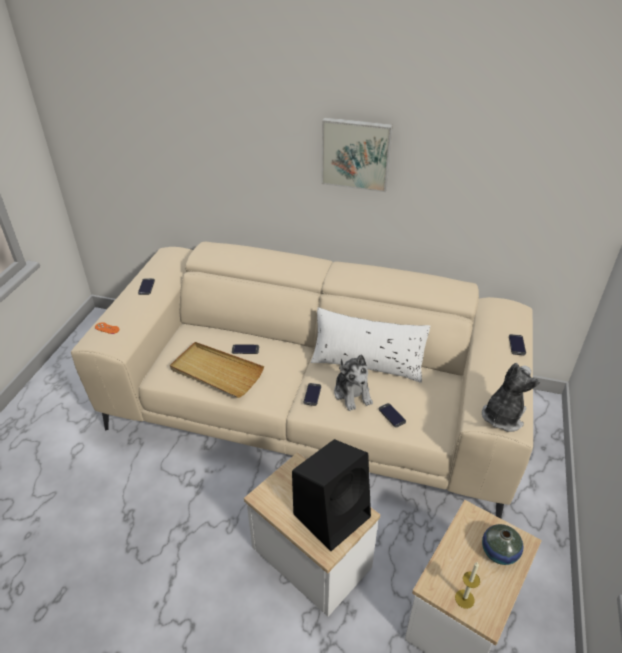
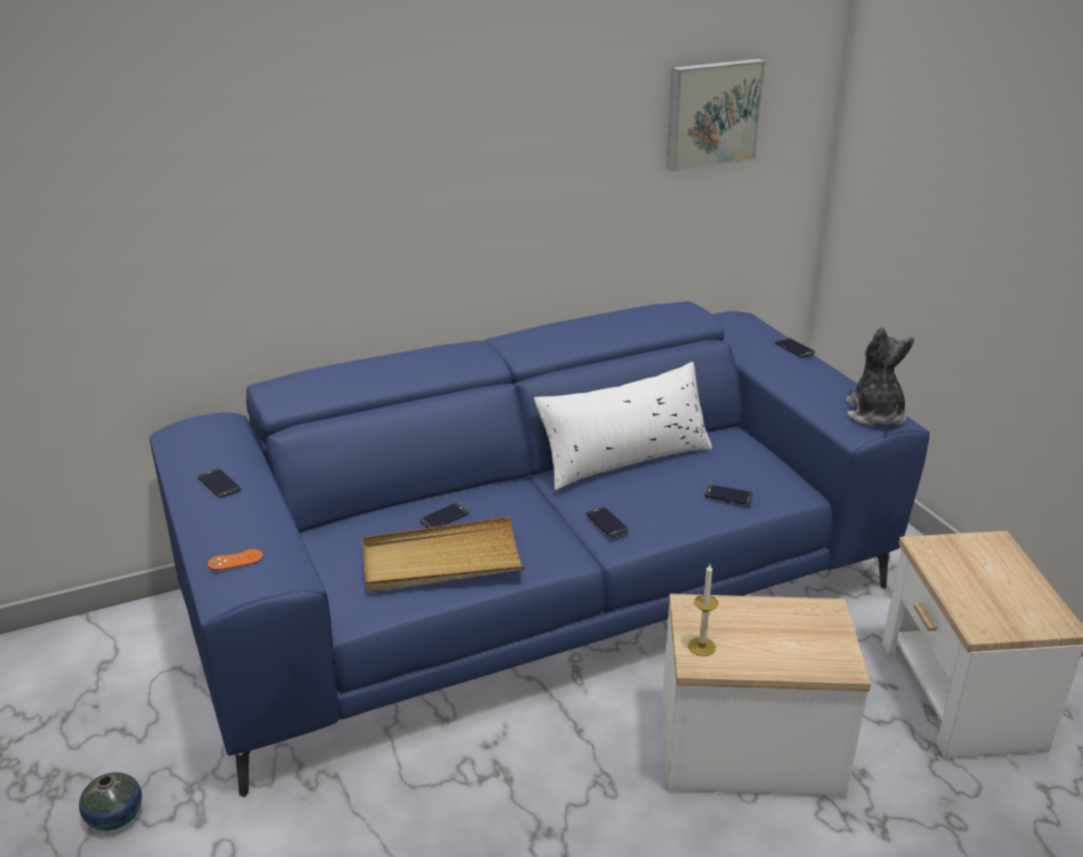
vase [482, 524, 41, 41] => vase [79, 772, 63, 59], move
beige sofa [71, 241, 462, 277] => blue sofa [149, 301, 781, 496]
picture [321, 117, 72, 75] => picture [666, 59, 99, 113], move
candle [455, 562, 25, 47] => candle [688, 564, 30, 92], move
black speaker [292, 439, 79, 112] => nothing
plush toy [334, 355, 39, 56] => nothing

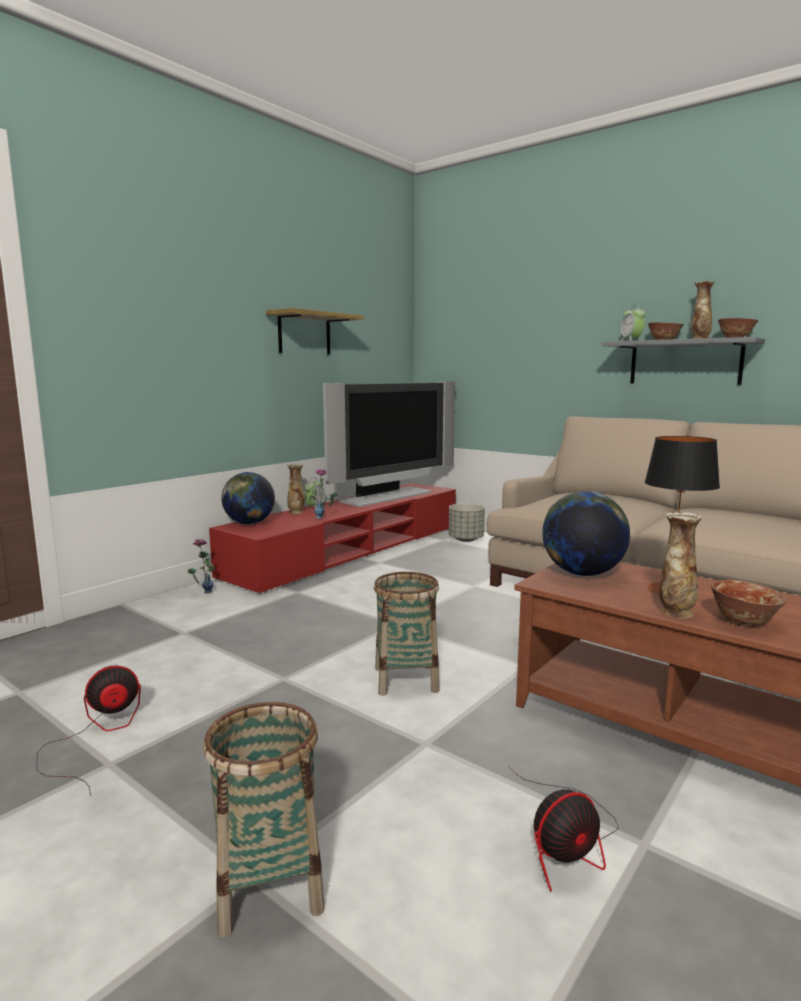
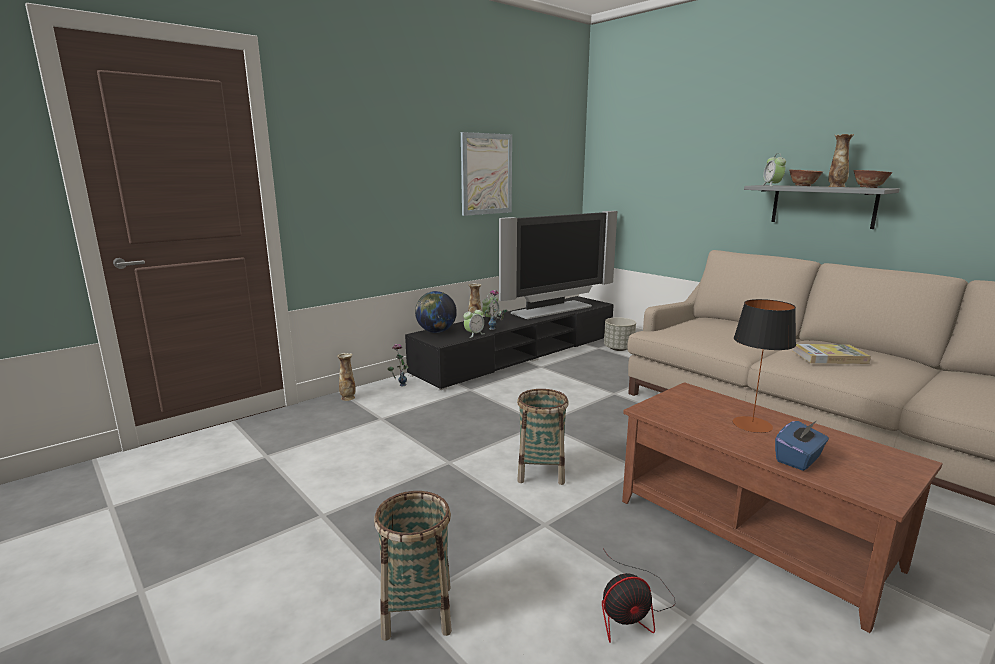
vase [659, 512, 43, 106] => vase [337, 353, 19, 48], move
red tv stand [209, 483, 247, 113] => black tv stand [405, 296, 209, 95]
shelf [266, 308, 98, 46] => picture [461, 132, 51, 84]
nothing => alarm clock [464, 307, 20, 31]
bowl [711, 580, 75, 47] => blue tissue box [775, 421, 54, 50]
nothing => book [793, 344, 78, 20]
fan [36, 665, 105, 131] => nothing
globe [542, 491, 88, 85] => nothing

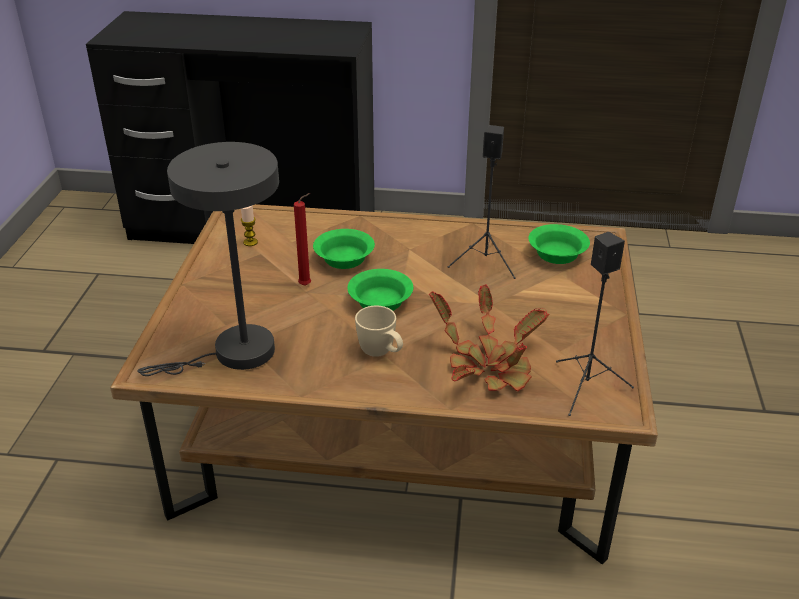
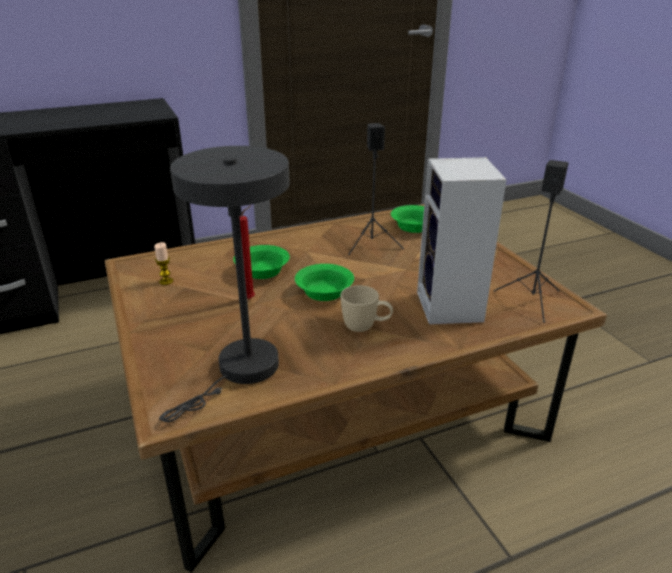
potted plant [429, 284, 121, 108] => speaker [417, 157, 90, 168]

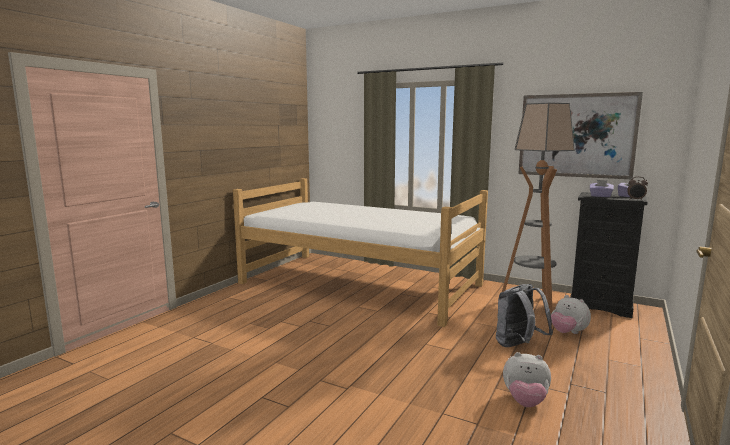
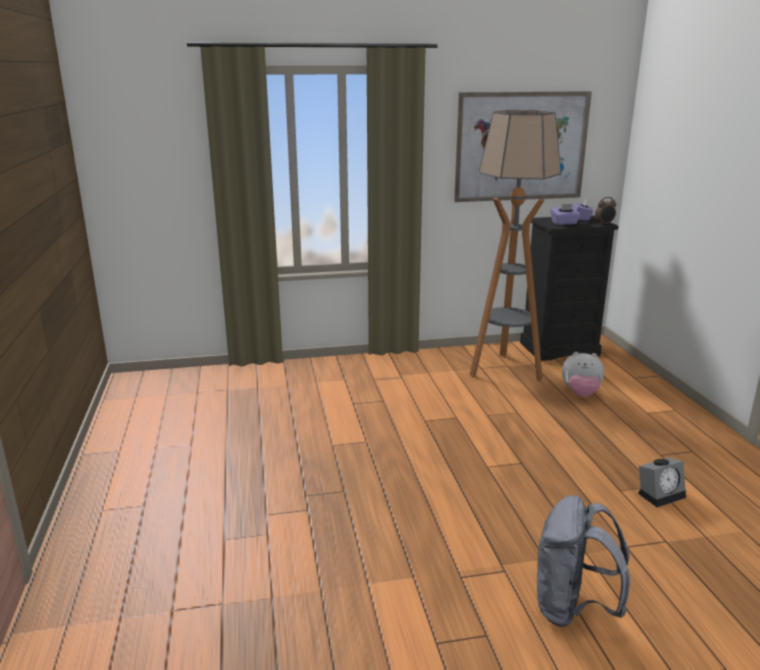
grey backpack [496, 284, 57, 63] => grey backpack [537, 495, 93, 132], move
plush toy [503, 352, 48, 55] => alarm clock [638, 458, 48, 49]
bed [233, 178, 255, 149] => nothing

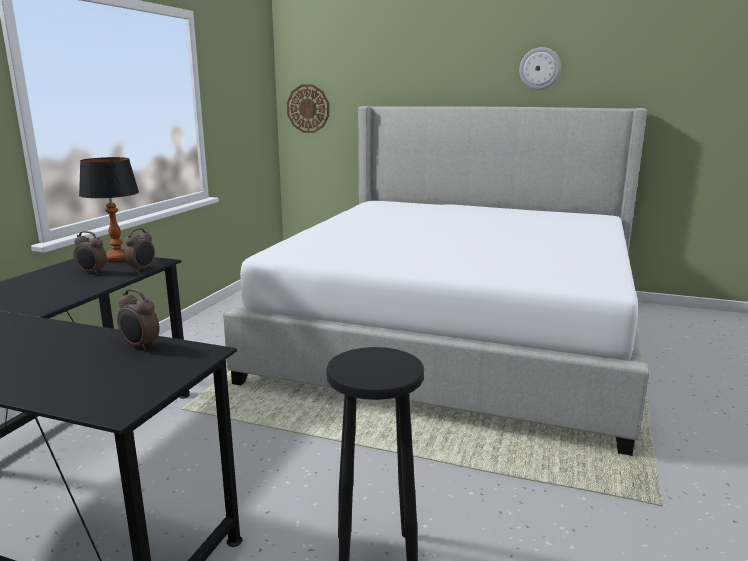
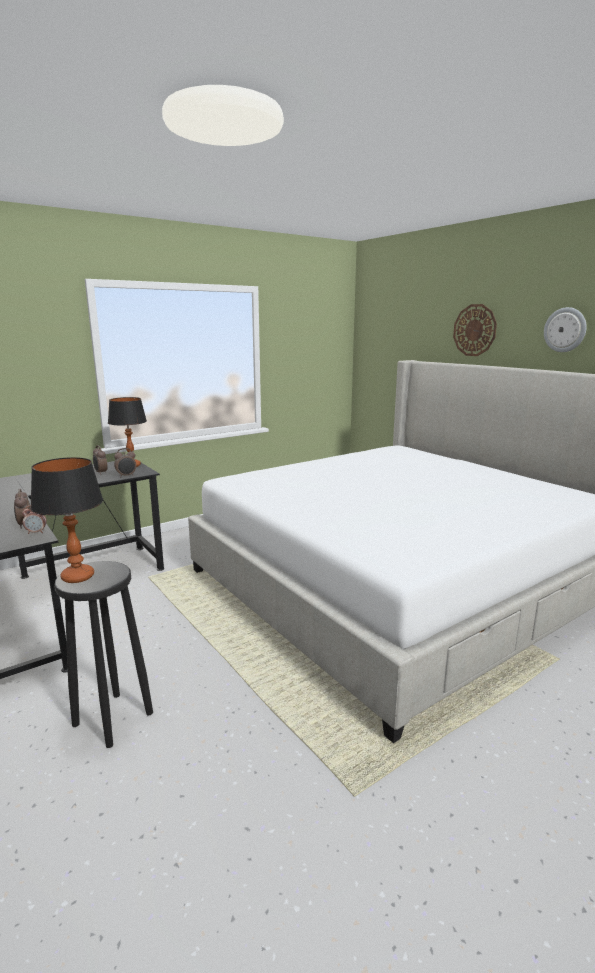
nothing => alarm clock [22, 505, 25, 29]
nothing => table lamp [30, 457, 73, 126]
wall clock [287, 85, 42, 48] => wall clock [453, 304, 44, 52], move

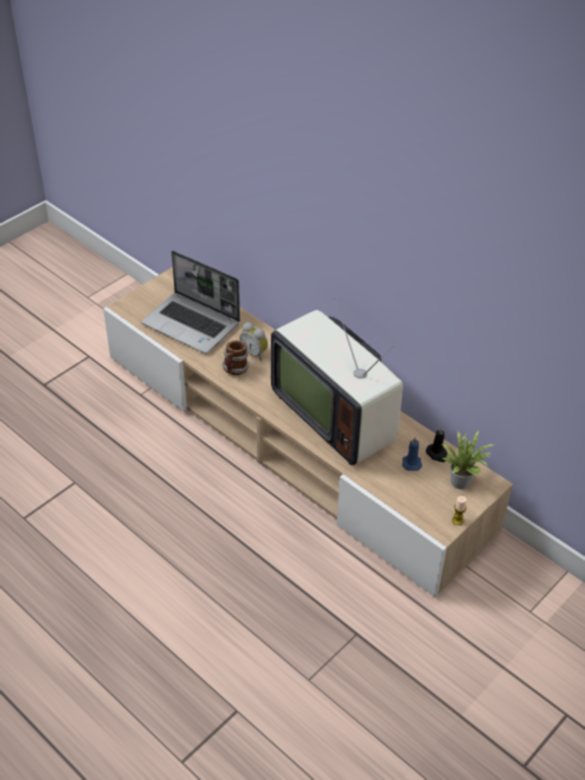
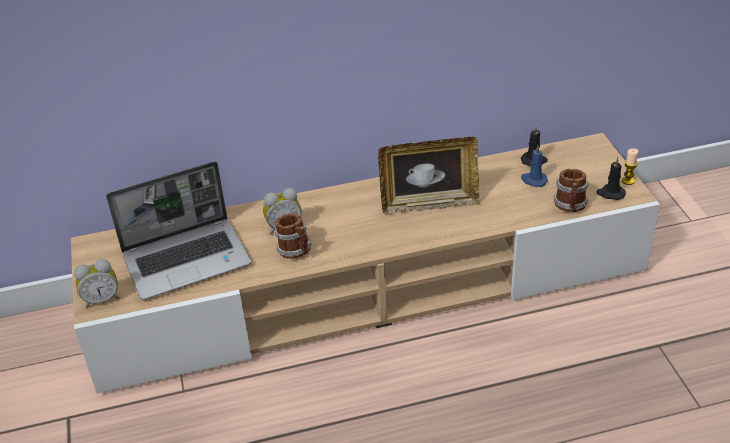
nothing => alarm clock [74, 259, 46, 49]
television [271, 298, 132, 167] => picture frame [378, 137, 101, 77]
nothing => mug [554, 169, 35, 43]
nothing => black candle [596, 157, 30, 43]
potted plant [442, 430, 54, 60] => nothing

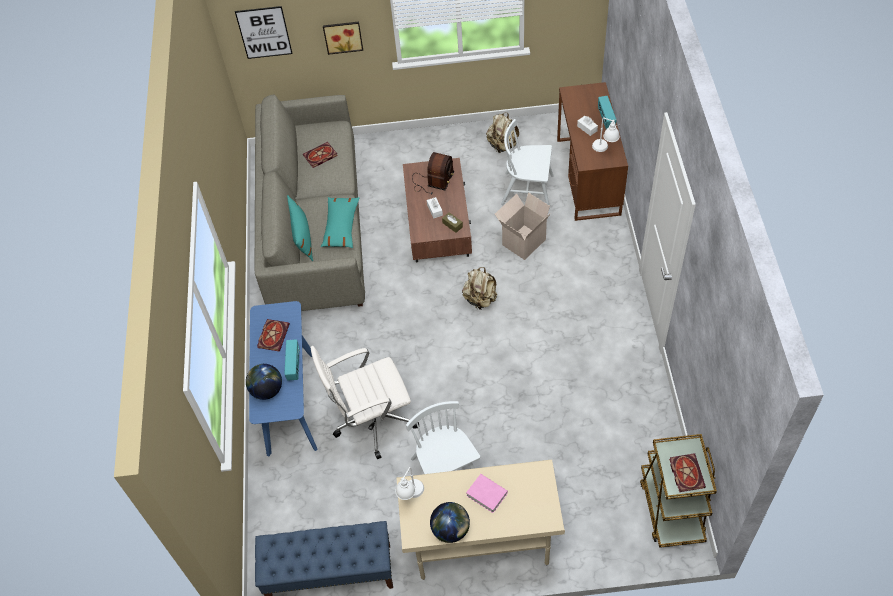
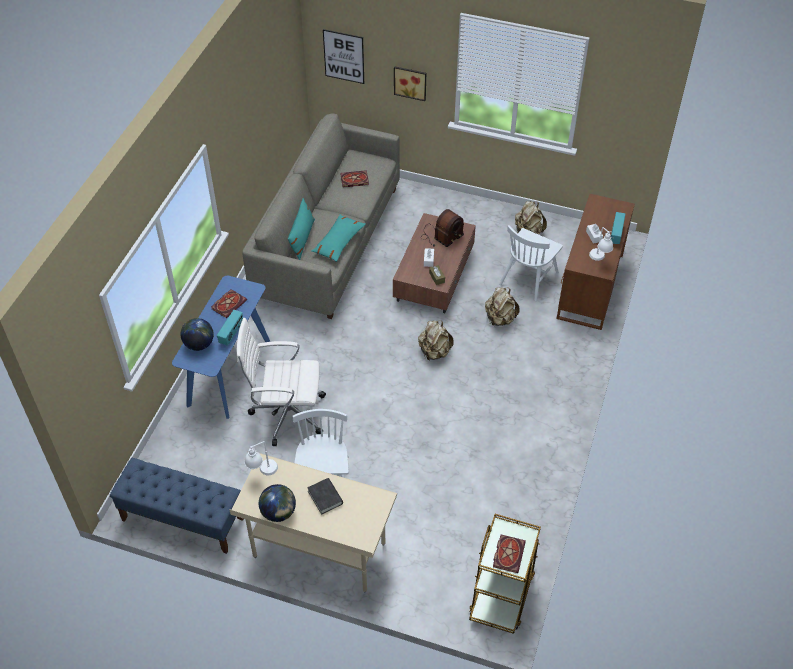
pink book [466, 474, 42, 39] => black book [307, 478, 36, 37]
cardboard box [495, 192, 56, 68] => beige backpack [485, 287, 34, 39]
white chair [501, 119, 53, 90] => white chair [499, 225, 64, 76], 90 degrees counterclockwise

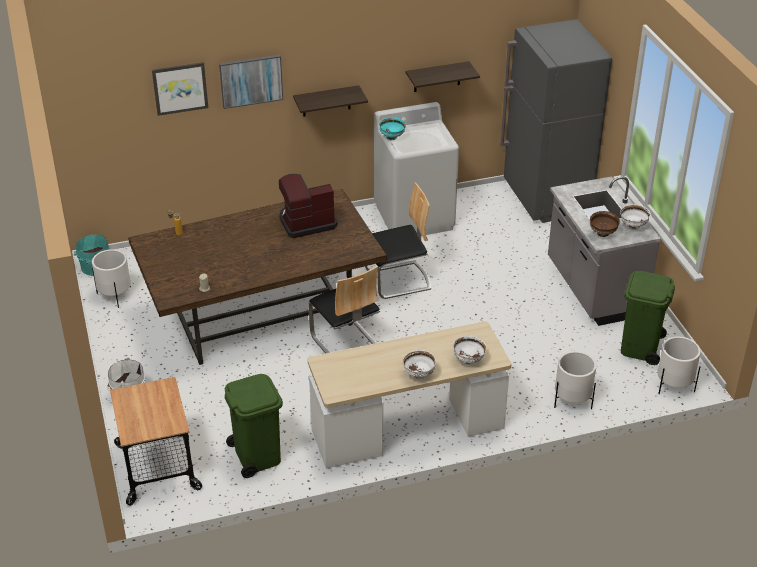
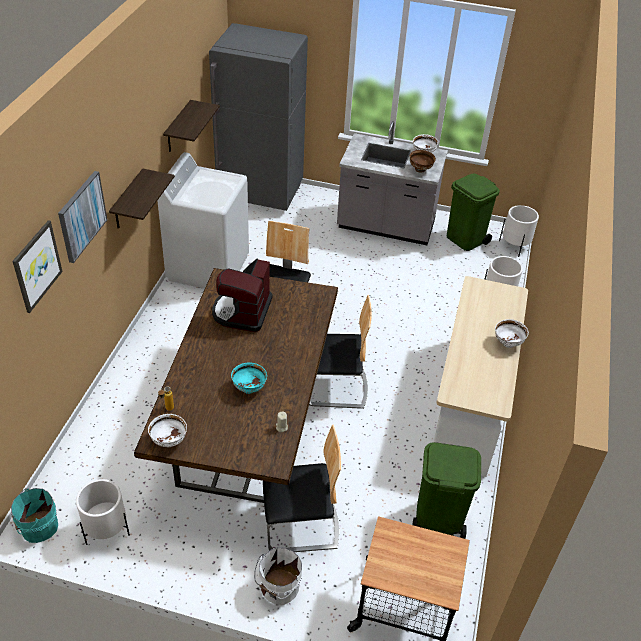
white bowl [453, 336, 33, 29] => white bowl [148, 414, 39, 33], move
turquoise bowl [379, 117, 27, 23] => turquoise bowl [231, 362, 36, 32], move
nothing => chair [263, 425, 78, 127]

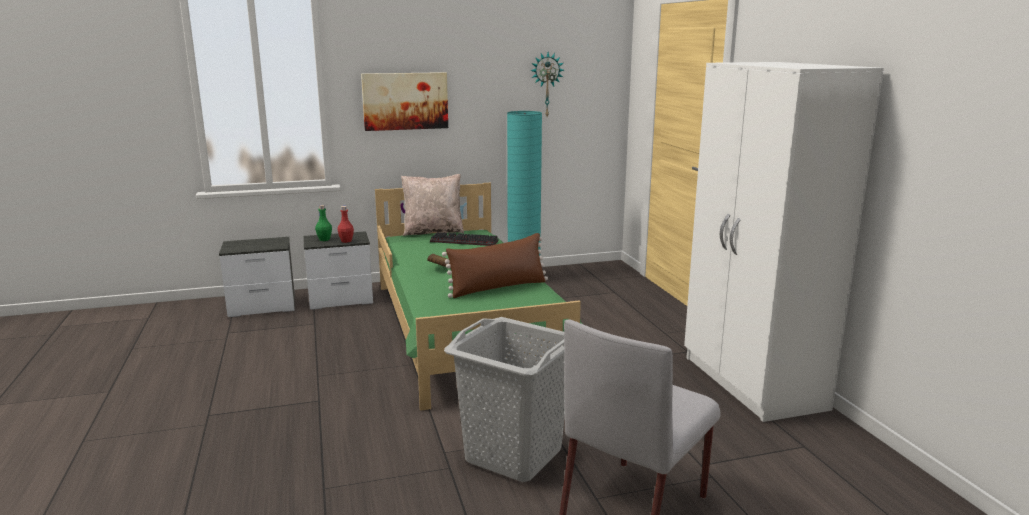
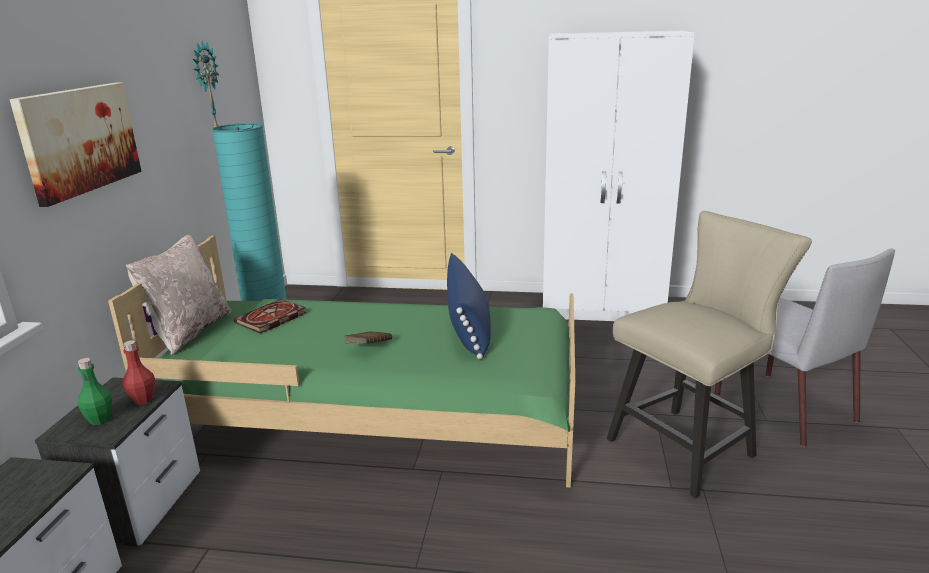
keyboard [430, 232, 69, 14] => book [234, 299, 72, 34]
brown pillow [442, 233, 106, 65] => blue pillow [447, 253, 44, 106]
grey laundry basket [444, 317, 121, 165] => beige chair [607, 211, 205, 287]

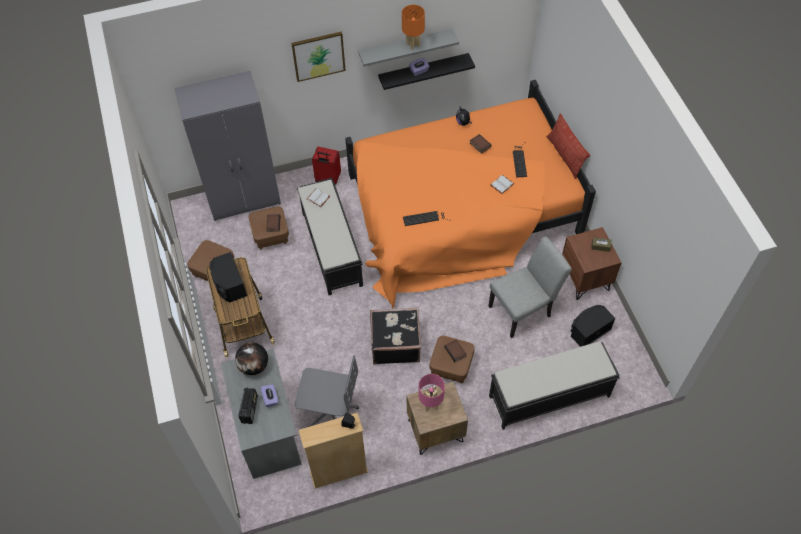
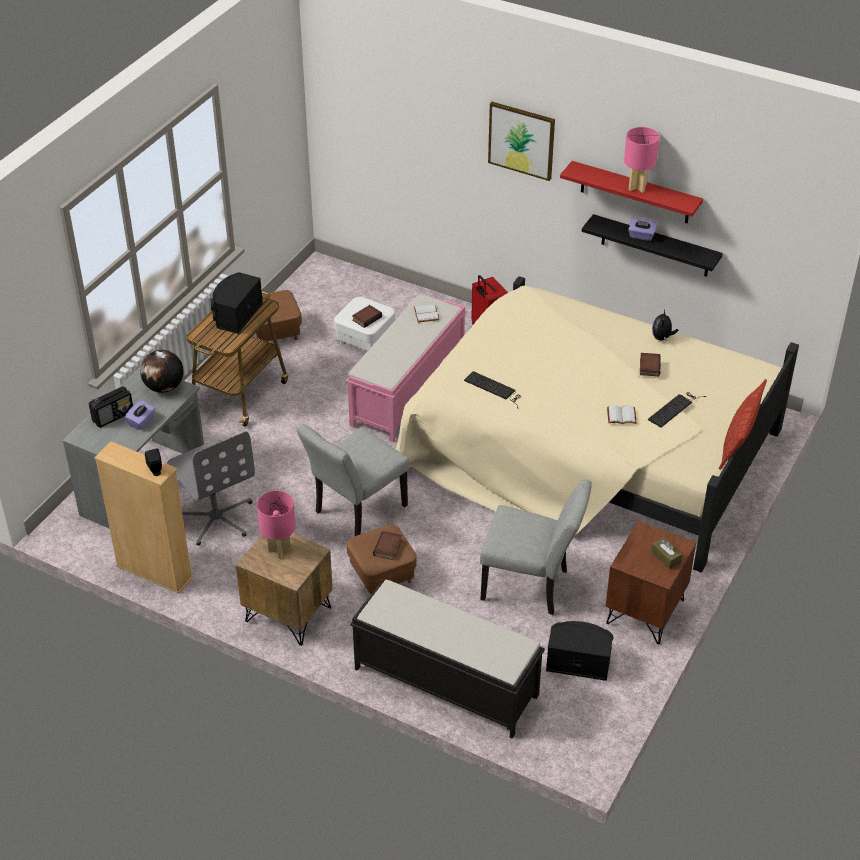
black suitcase [370, 307, 51, 57] => grey chair [297, 424, 112, 112]
brown ottoman [249, 206, 40, 44] => white ottoman [334, 297, 61, 54]
black bench [297, 178, 66, 117] => pink bench [346, 294, 121, 148]
orange bed [345, 80, 251, 228] => beige bed [396, 276, 403, 296]
grey shelf [358, 29, 101, 37] => red shelf [560, 161, 143, 62]
orange table lamp [402, 5, 23, 45] => pink table lamp [624, 127, 36, 66]
grey wardrobe [174, 71, 107, 150] => nothing

